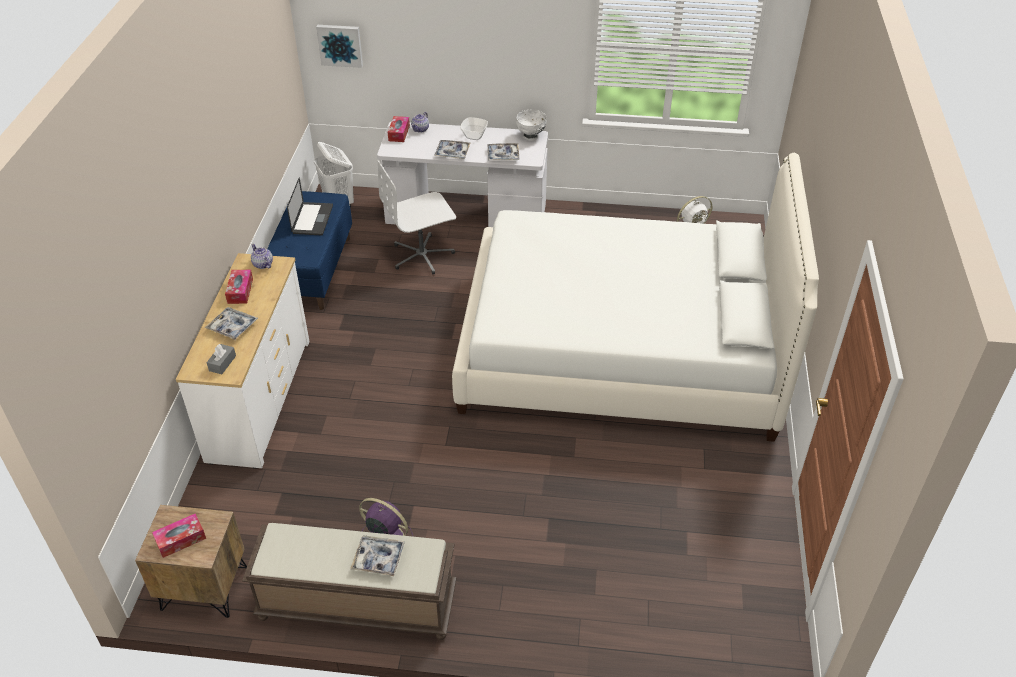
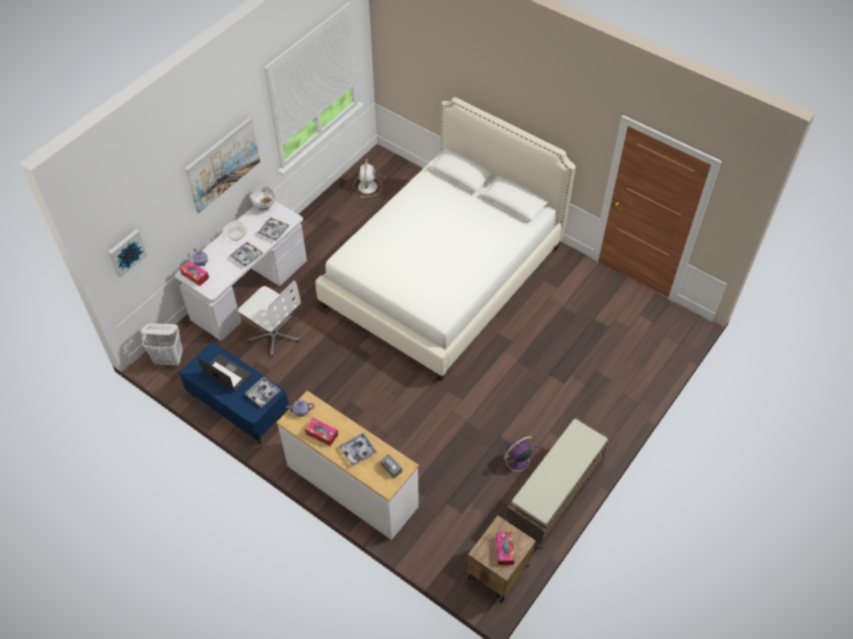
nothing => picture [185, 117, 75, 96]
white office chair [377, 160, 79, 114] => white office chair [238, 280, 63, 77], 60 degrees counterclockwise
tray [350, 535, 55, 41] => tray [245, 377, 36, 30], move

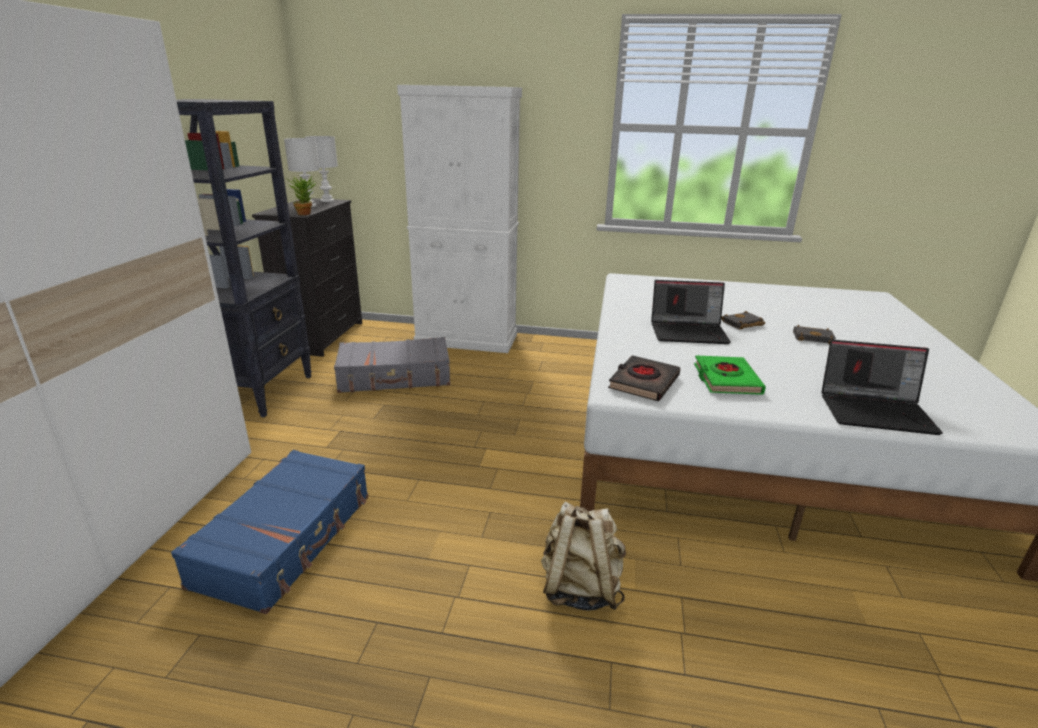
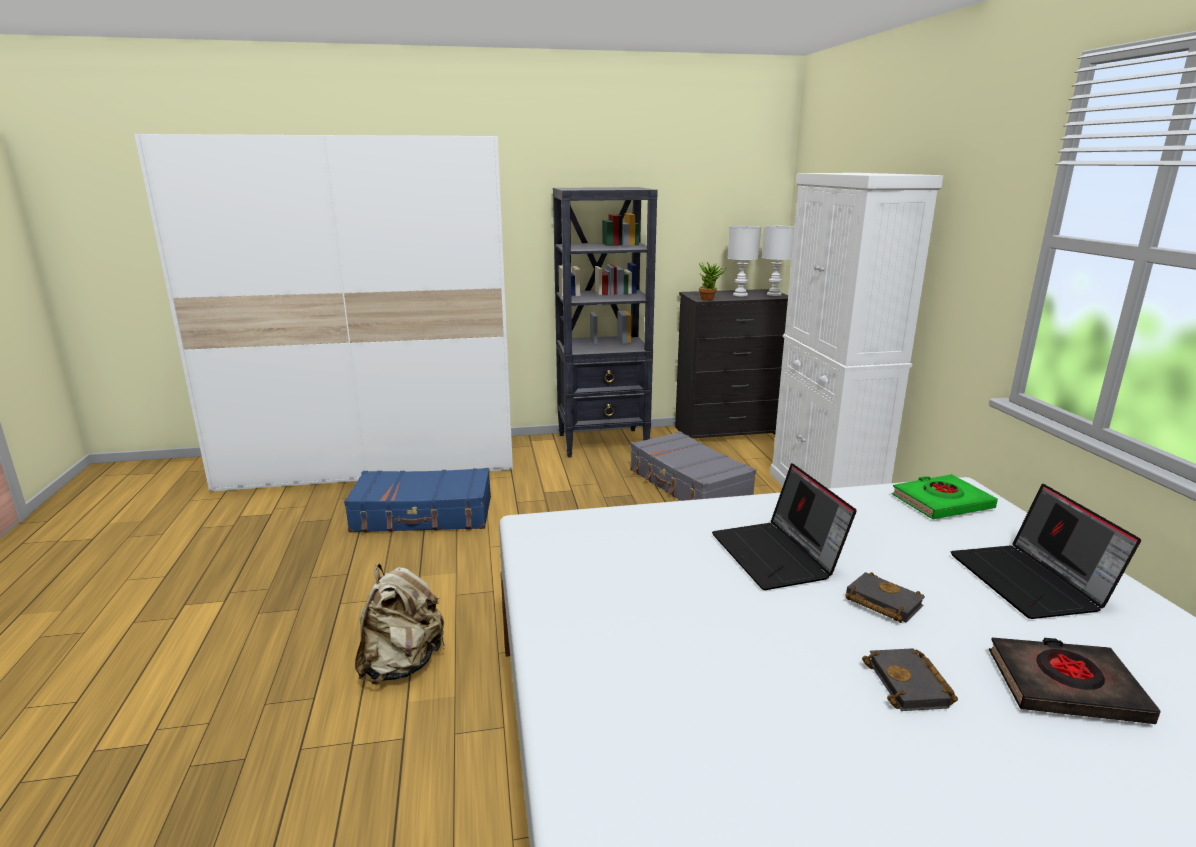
green book [694, 355, 72, 40] => green book [891, 474, 107, 45], move
laptop [821, 340, 122, 95] => laptop [951, 484, 190, 135], move
black book [608, 355, 72, 46] => black book [989, 638, 172, 86], move

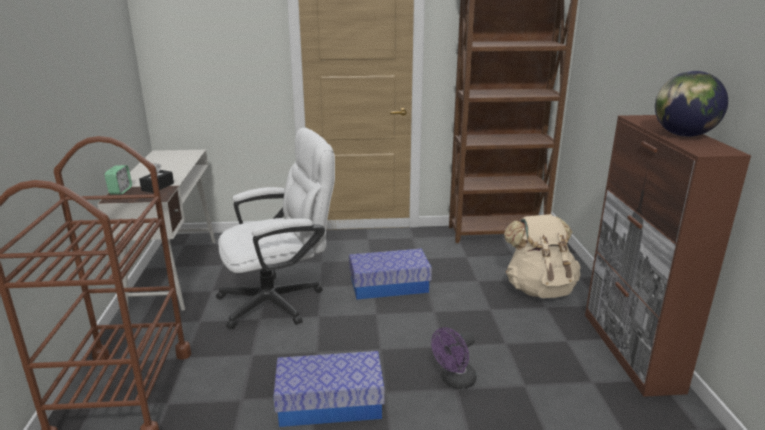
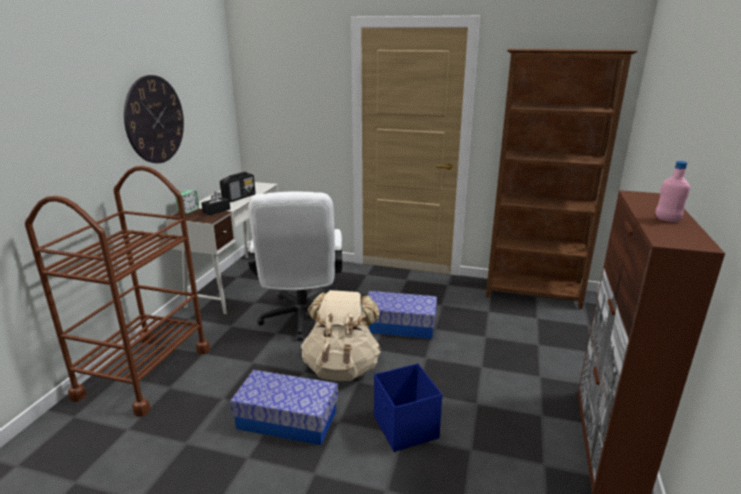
nothing => wall clock [124, 75, 60, 88]
nothing => radio [220, 172, 36, 30]
white office chair [216, 128, 119, 201] => white office chair [248, 192, 94, 149], 90 degrees clockwise
beige backpack [504, 214, 77, 84] => beige backpack [301, 290, 80, 91], move
purple fan [431, 327, 46, 63] => blue storage box [374, 363, 68, 89]
globe [655, 71, 73, 66] => pink bottle [655, 161, 35, 61]

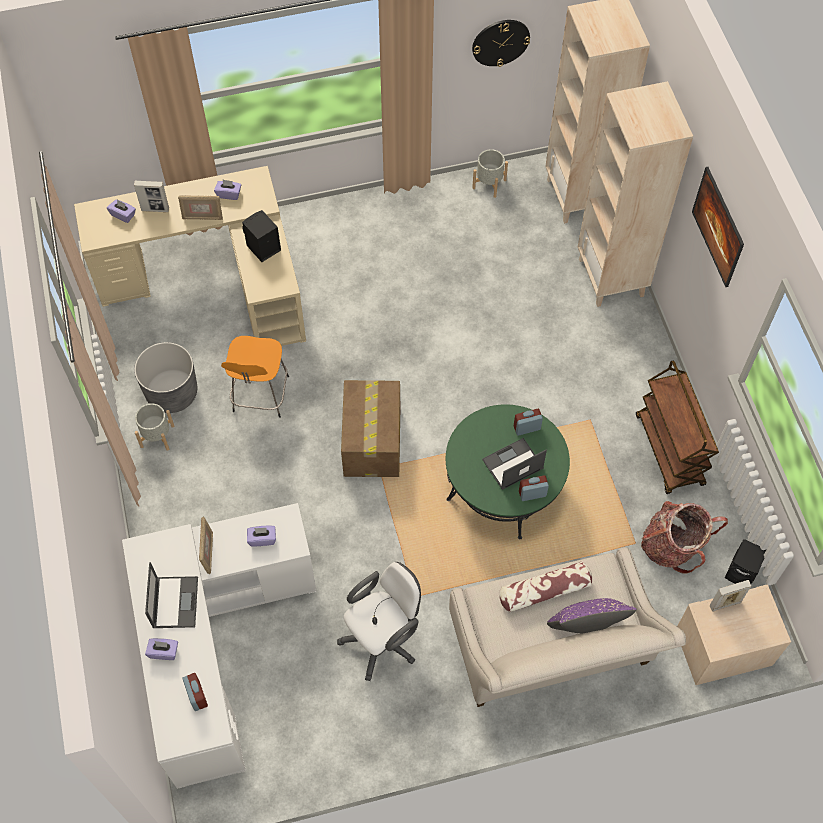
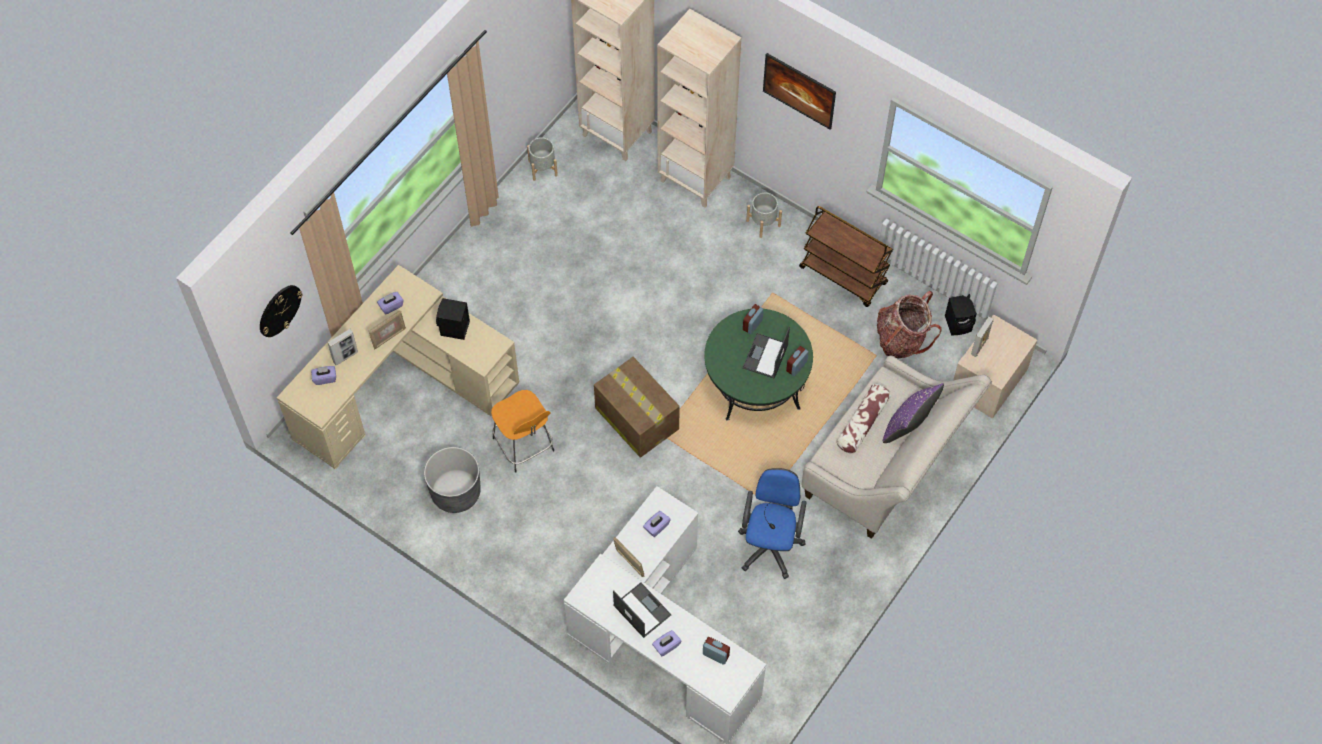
wall clock [472, 20, 58, 47] => wall clock [260, 285, 43, 52], move
white office chair [337, 562, 84, 119] => blue office chair [738, 468, 68, 111]
grey planter [135, 403, 39, 48] => grey planter [746, 193, 36, 45], move

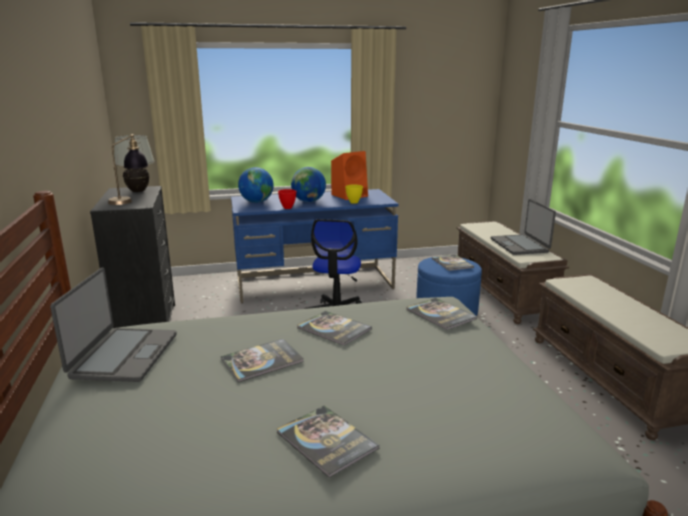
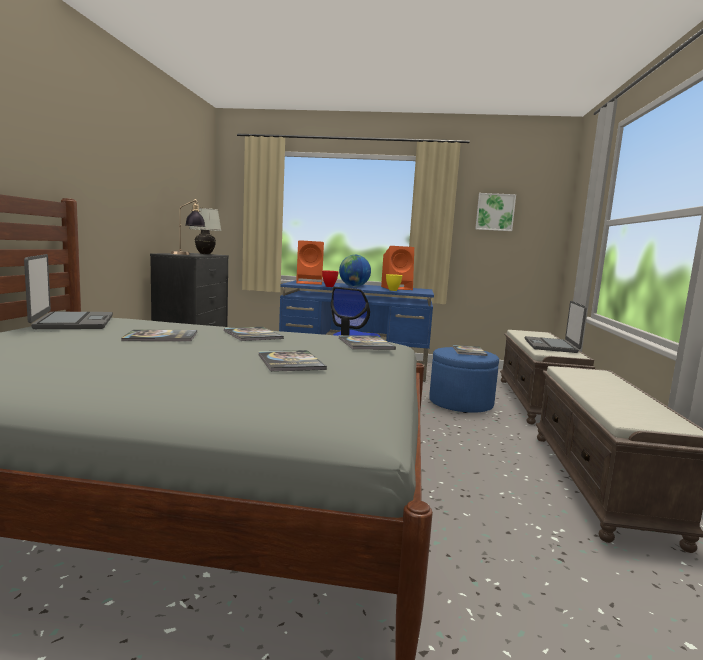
laptop [50, 267, 127, 115] => laptop [24, 254, 89, 75], 45 degrees counterclockwise
book [277, 405, 102, 73] => book [258, 350, 69, 22], move
globe [238, 167, 36, 36] => orange speaker [296, 240, 28, 45]
nothing => picture [475, 193, 41, 38]

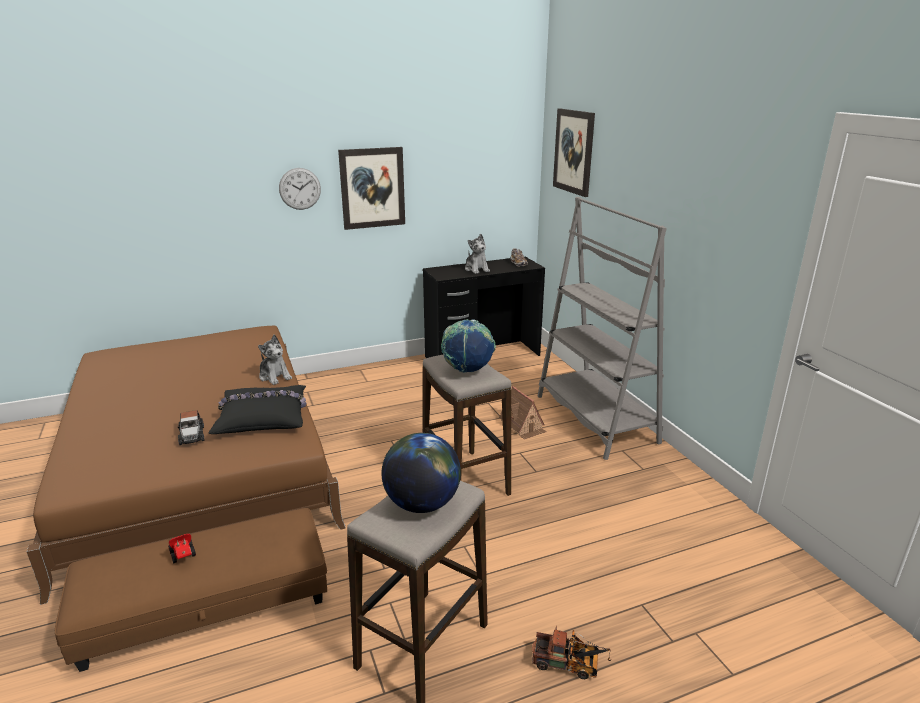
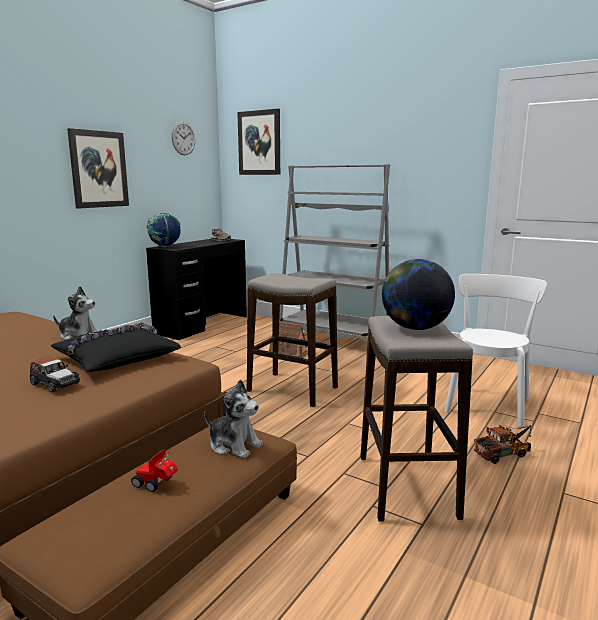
globe [441, 319, 55, 54] => globe [147, 213, 34, 34], move
wall clock [279, 168, 42, 42] => wall clock [171, 121, 24, 34], move
plush toy [465, 234, 25, 40] => plush toy [204, 379, 59, 80], move
nothing => white chair [444, 274, 103, 153]

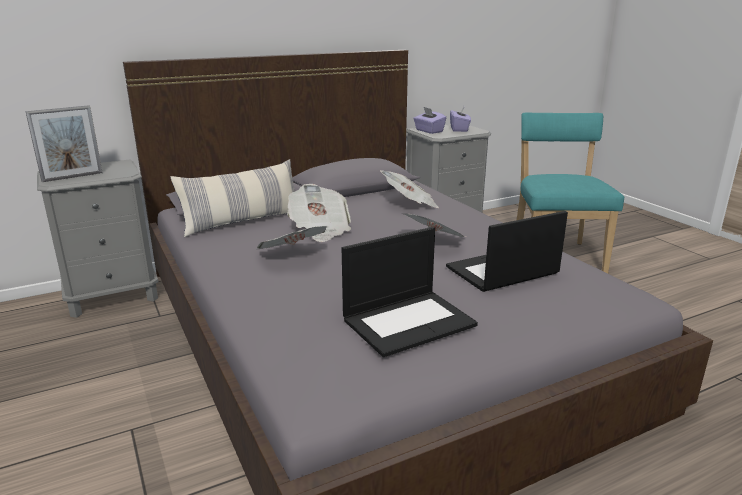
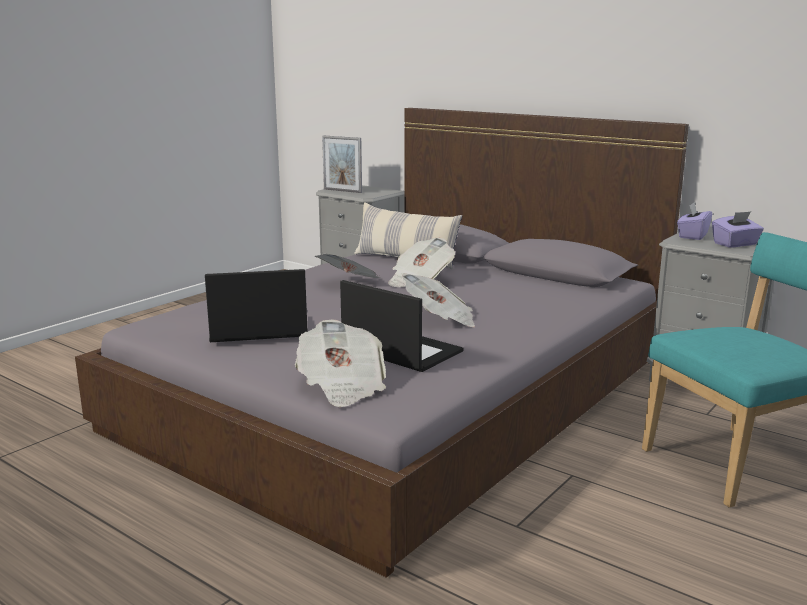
laptop [342, 227, 136, 130] => laptop [205, 269, 103, 73], 135 degrees clockwise
newspaper [380, 170, 59, 38] => newspaper [295, 319, 91, 88], move

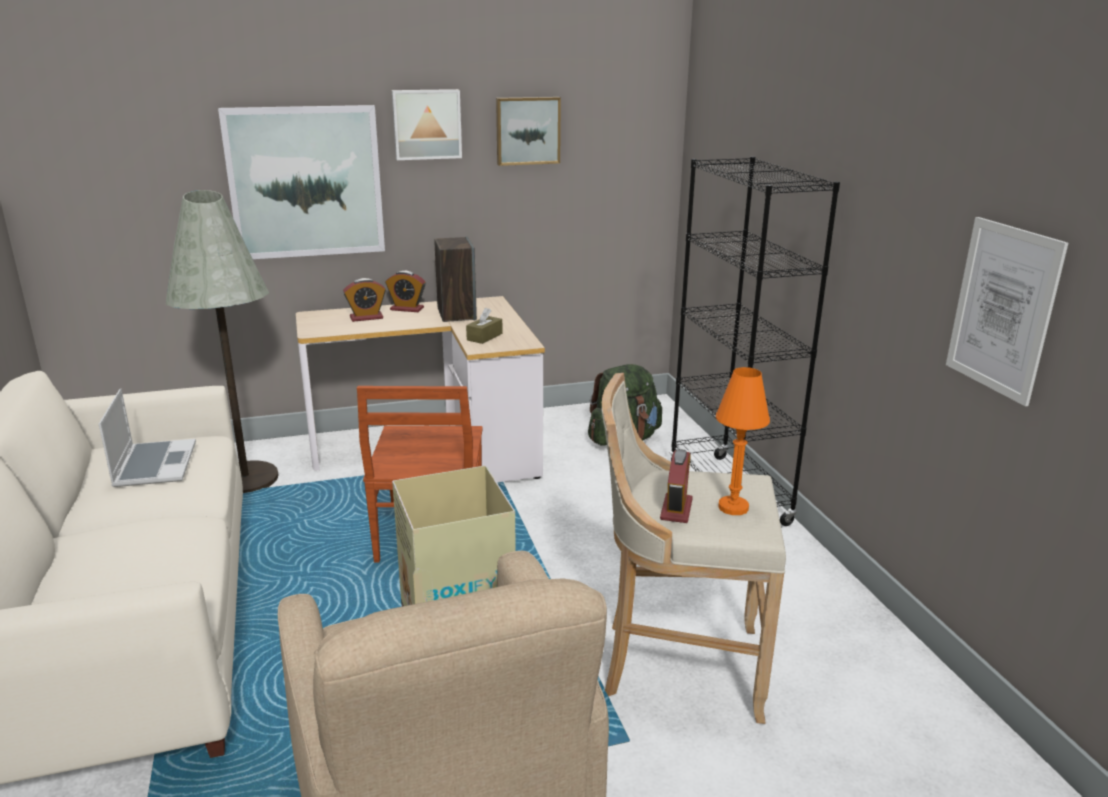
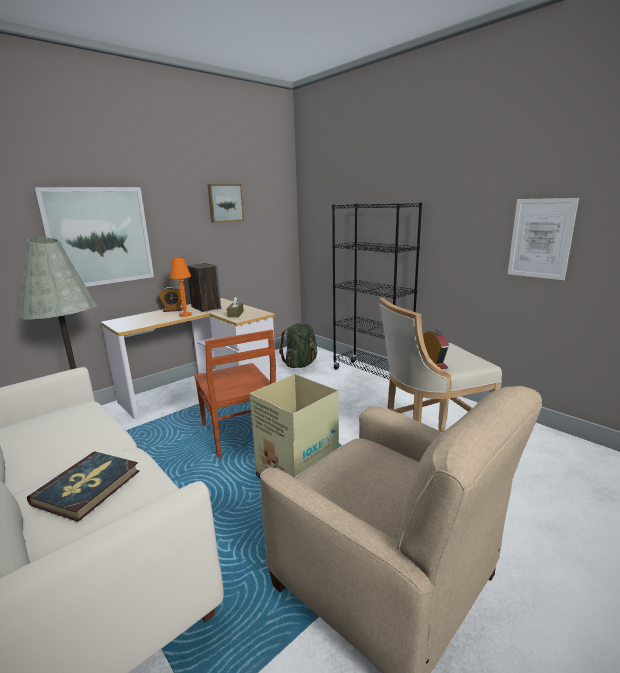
nothing => book [27, 451, 112, 71]
orange table lamp [716, 367, 54, 148] => orange table lamp [170, 257, 22, 60], move
laptop [99, 388, 97, 99] => nothing
alarm clock [343, 278, 43, 44] => nothing
picture [392, 89, 70, 71] => nothing

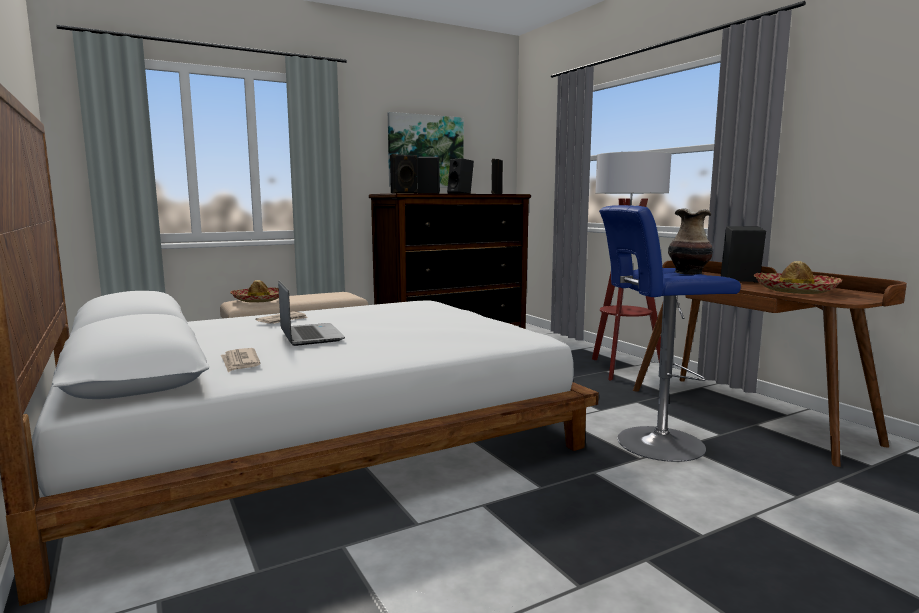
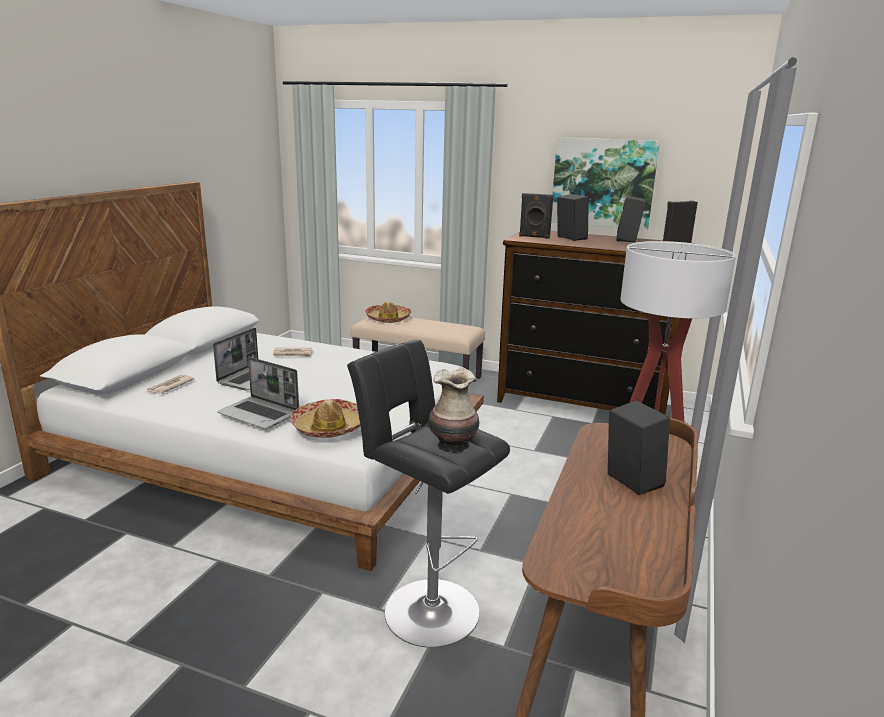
nothing => laptop [217, 357, 82, 72]
hat [754, 261, 88, 33] => hat [290, 399, 70, 39], move
blue stool [599, 205, 142, 257] => black stool [347, 340, 163, 308]

